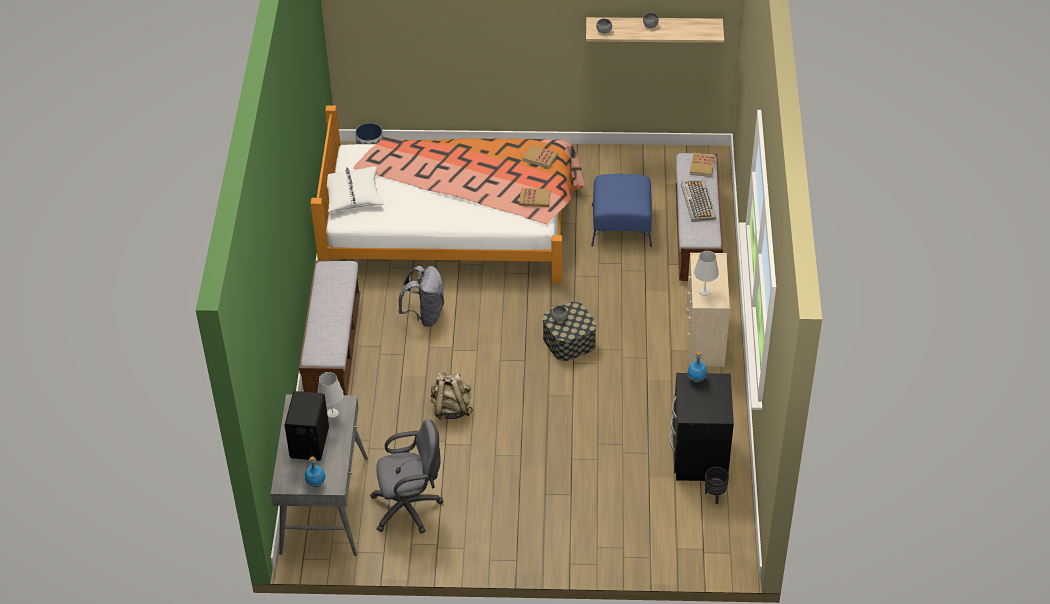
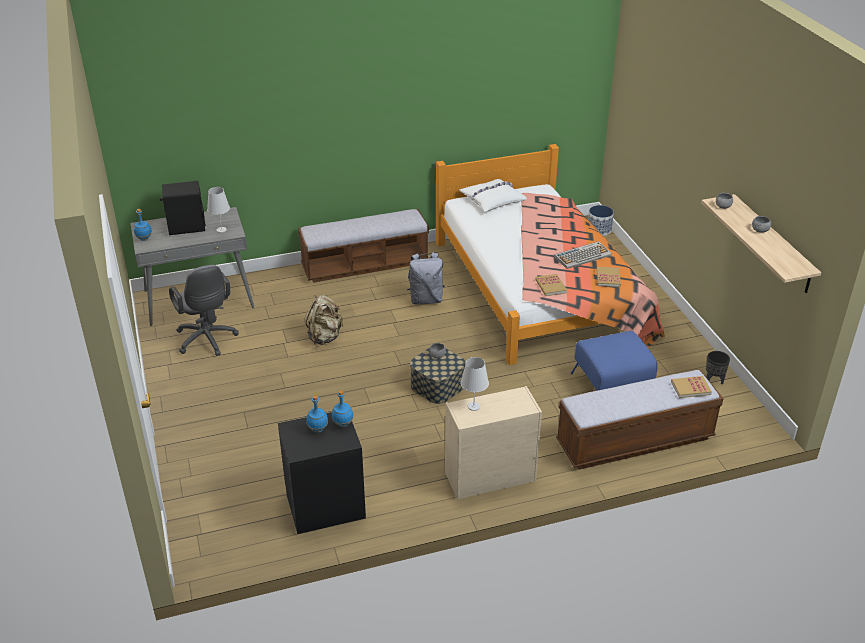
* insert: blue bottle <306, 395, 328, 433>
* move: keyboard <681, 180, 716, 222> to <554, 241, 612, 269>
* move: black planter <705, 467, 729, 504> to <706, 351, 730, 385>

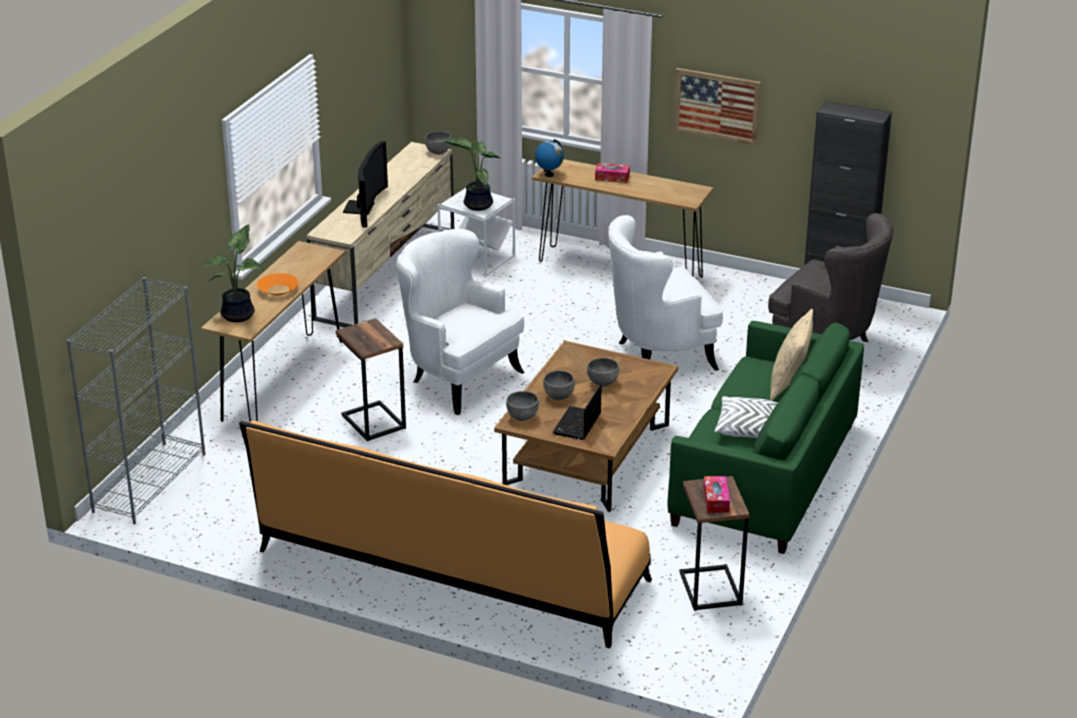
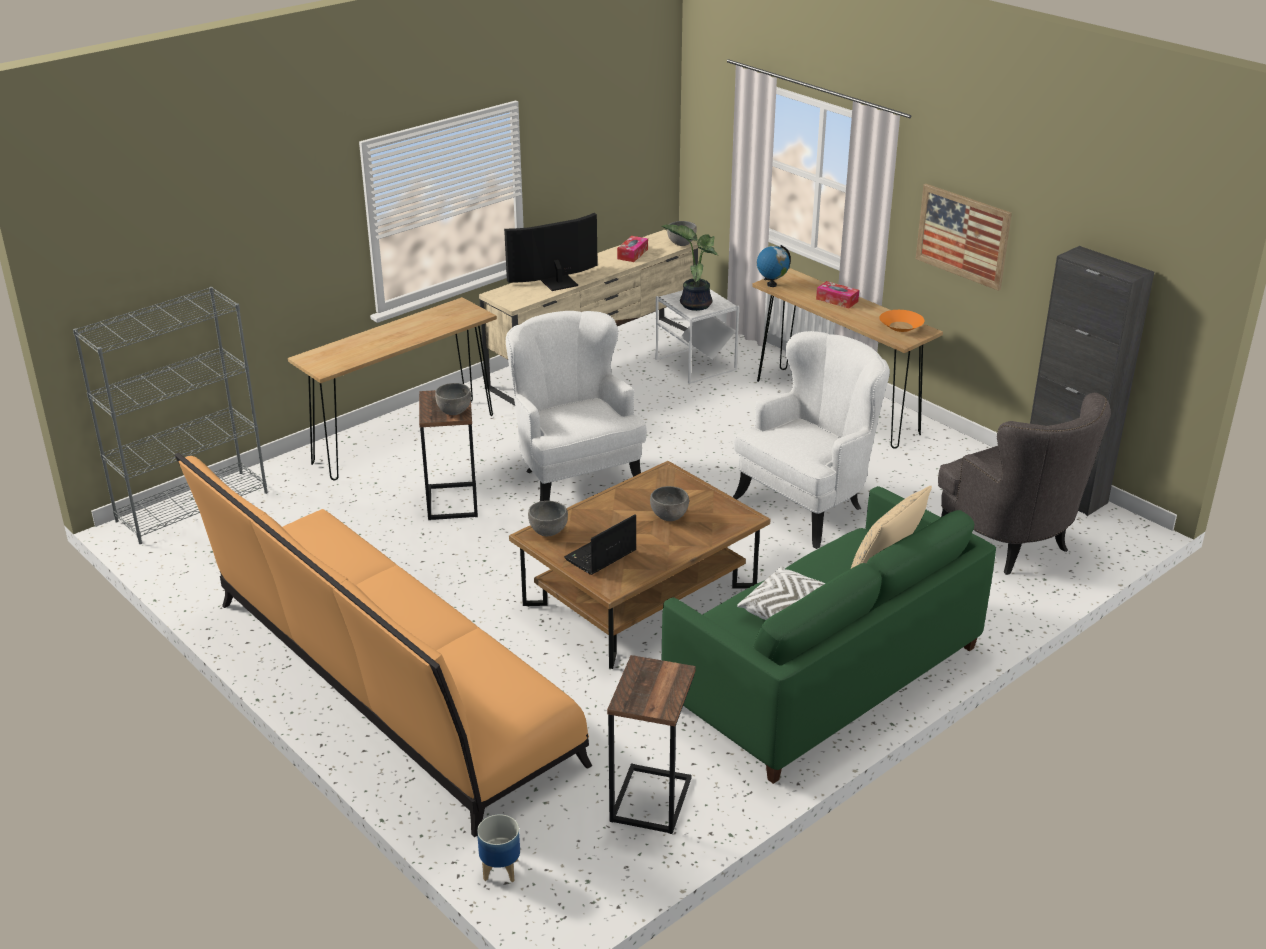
* delete: potted plant <205, 224, 264, 322>
* insert: planter <477, 814, 520, 882>
* move: orange bowl <257, 273, 299, 296> to <879, 310, 924, 332>
* move: grey bowl <543, 370, 575, 400> to <435, 383, 471, 415>
* move: tissue box <704, 476, 730, 513> to <617, 236, 648, 262>
* rotate: television <343, 141, 388, 227> = <504, 213, 598, 291> 150 degrees counterclockwise
* rotate: white armchair <608, 215, 723, 371> = <733, 331, 890, 549> 135 degrees clockwise

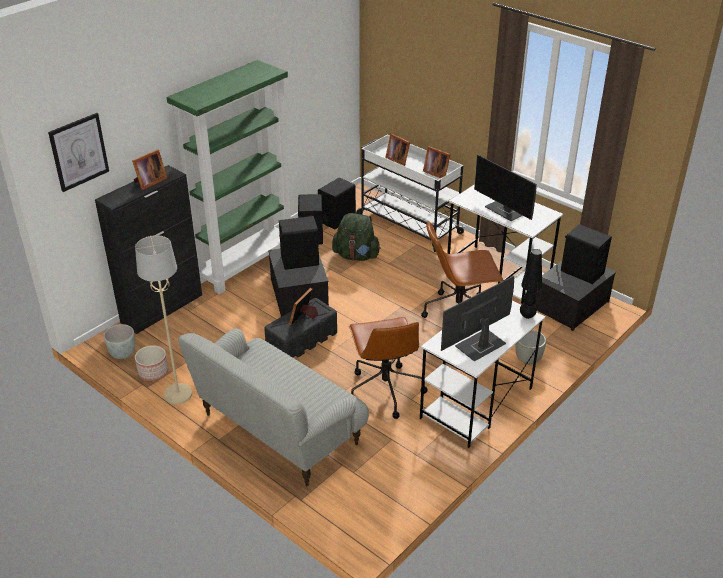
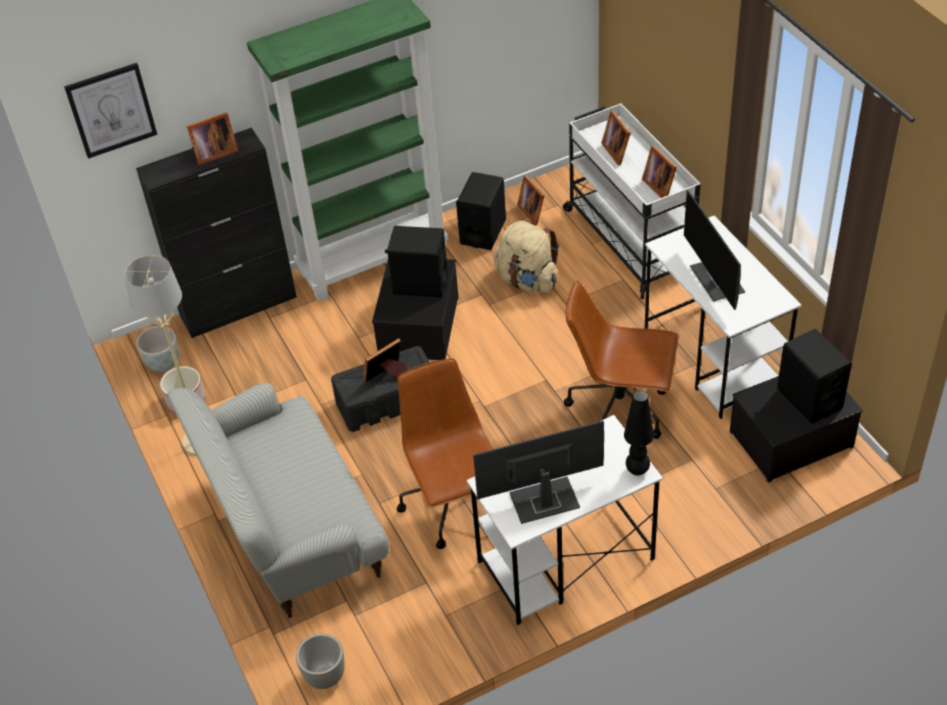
* move: grey planter <516, 330, 546, 364> to <296, 634, 345, 689>
* replace: black speaker <318, 177, 356, 229> to picture frame <517, 175, 545, 225>
* recolor: green backpack <332, 213, 381, 261> to beige backpack <494, 221, 559, 293>
* rotate: brown office chair <349, 317, 428, 419> = <397, 358, 493, 549> 150 degrees clockwise

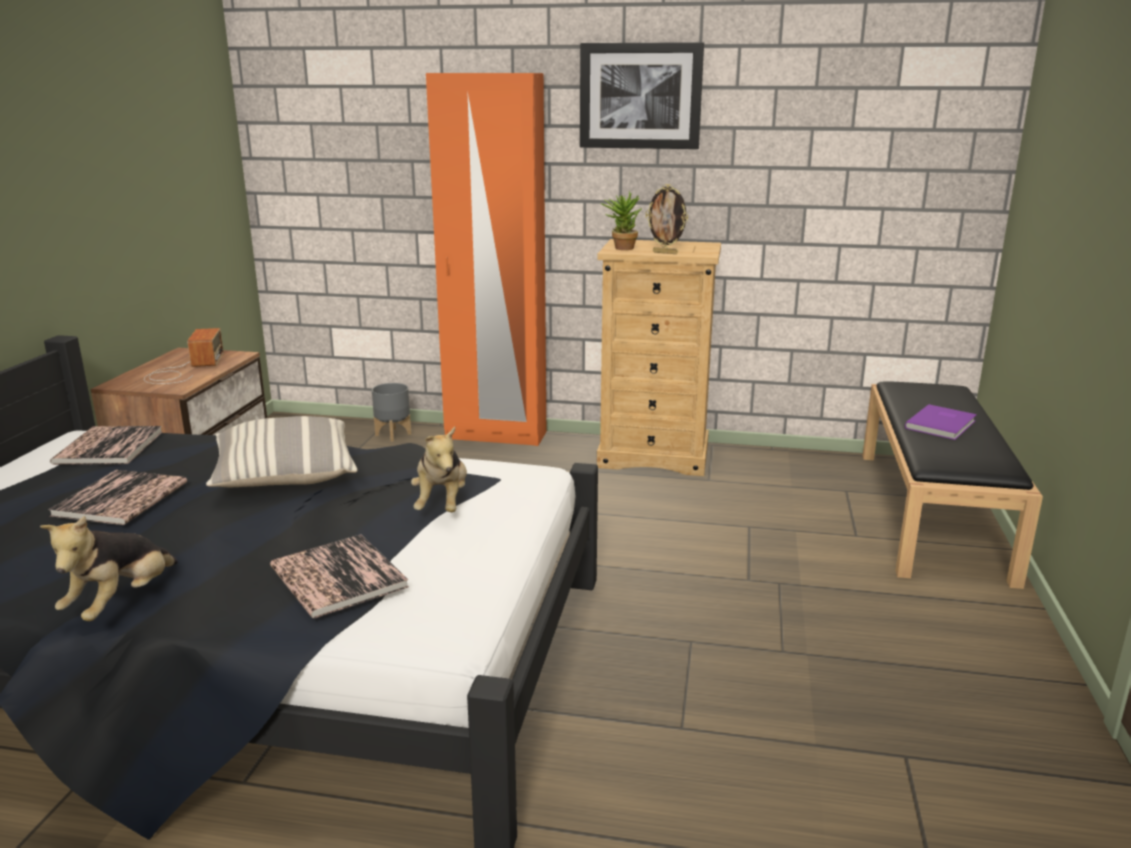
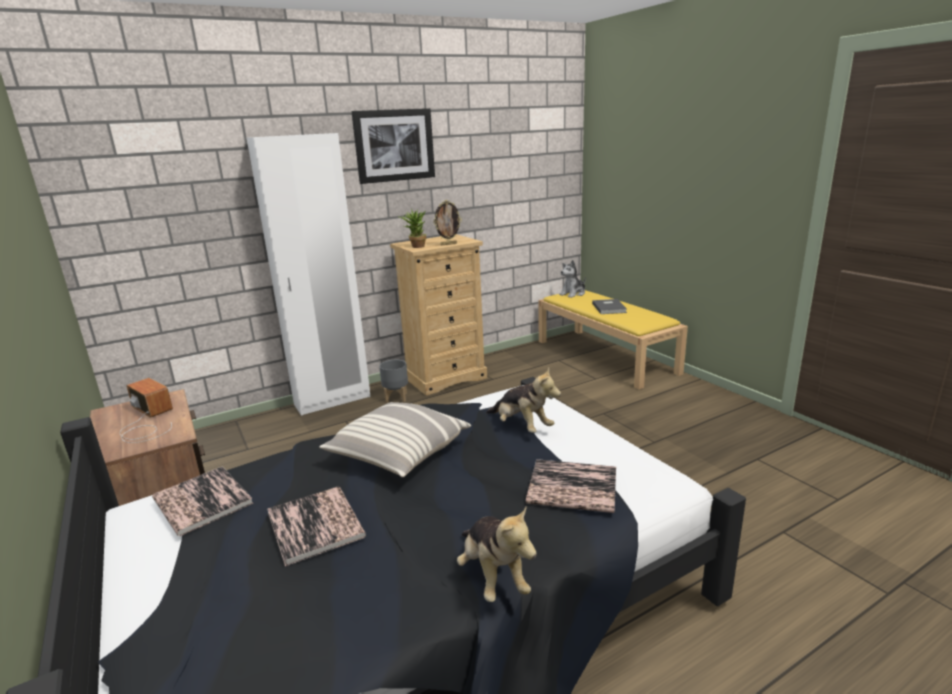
* insert: plush toy <559, 260, 586, 298>
* move: grey planter <372, 383, 411, 442> to <379, 360, 408, 403>
* recolor: orange wardrobe <426, 73, 546, 446> to white wardrobe <247, 133, 370, 416>
* recolor: black bench <863, 381, 1043, 589> to yellow bench <538, 290, 688, 389>
* recolor: purple book <905, 404, 977, 440> to grey book <592, 299, 627, 314>

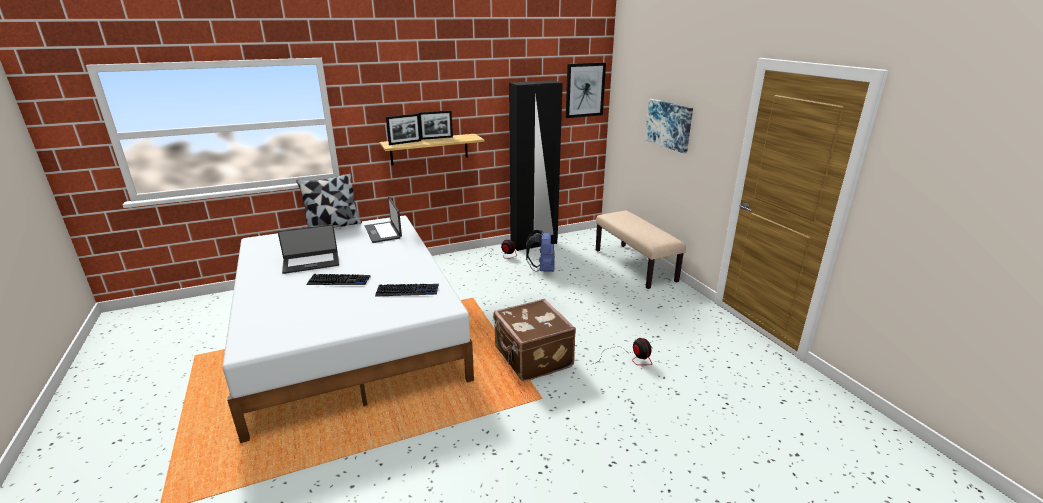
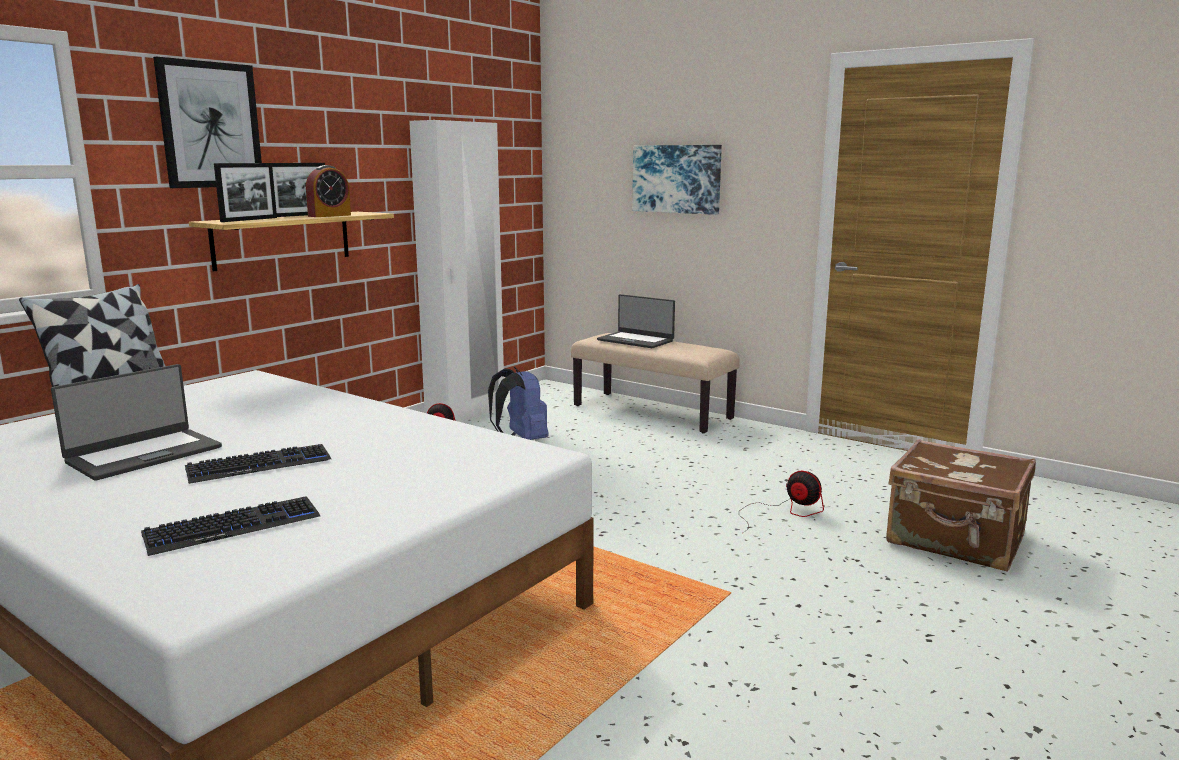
* insert: alarm clock <306, 165, 351, 217>
* move: laptop <365, 197, 402, 243> to <597, 294, 675, 348>
* move: keyboard <375, 284, 439, 297> to <141, 496, 320, 556>
* move: brown suitcase <493, 299, 576, 382> to <886, 439, 1036, 572>
* move: picture <566, 62, 606, 118> to <153, 57, 262, 188>
* recolor: black wardrobe <509, 80, 563, 251> to white wardrobe <409, 120, 504, 422>

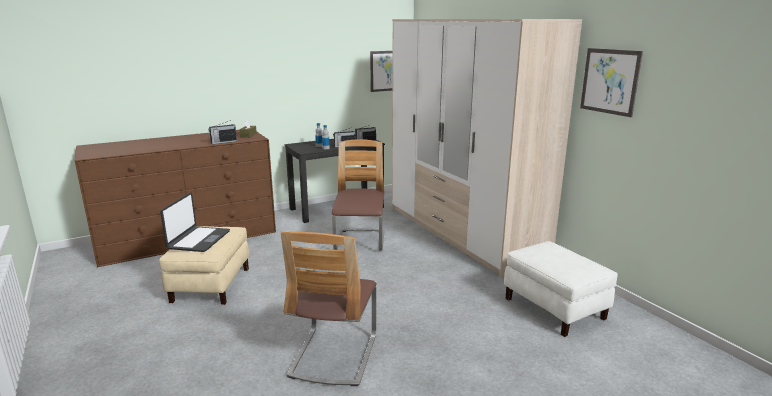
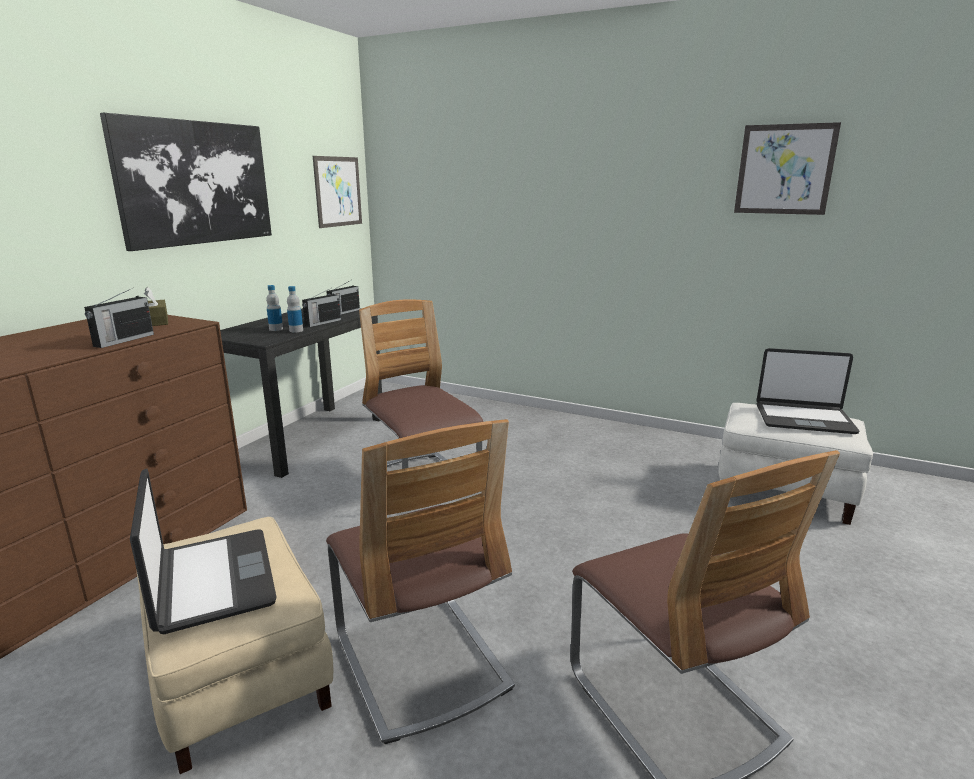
* delete: wardrobe <392, 19, 582, 278>
* insert: picture <100, 113, 272, 251>
* insert: chair <326, 419, 515, 744>
* insert: laptop <756, 348, 860, 434>

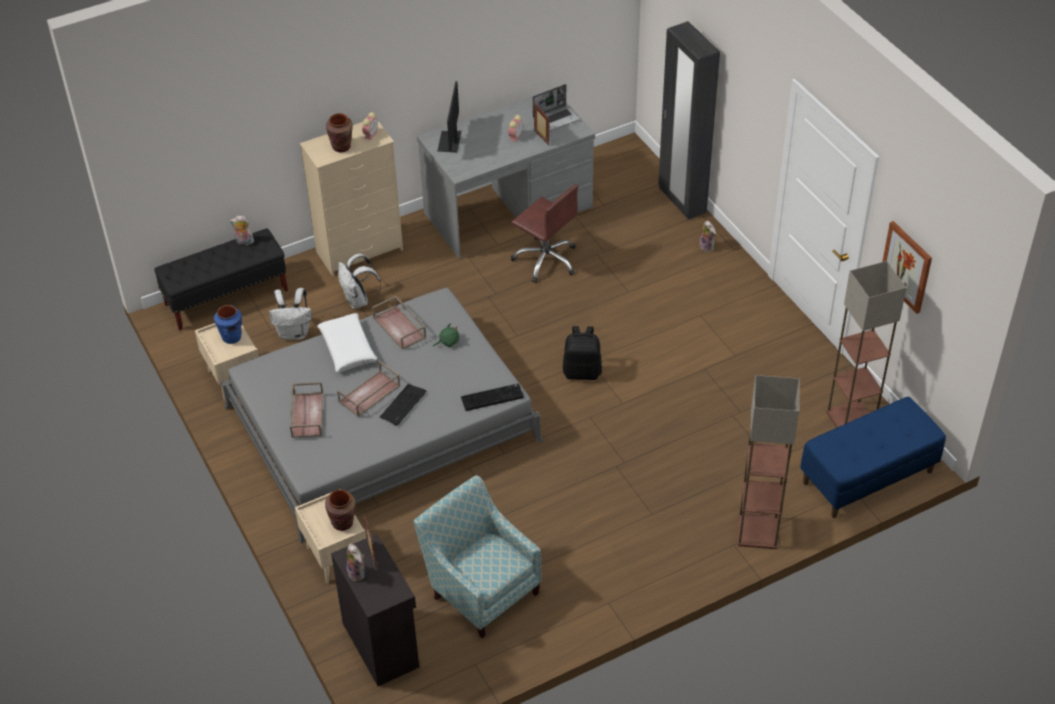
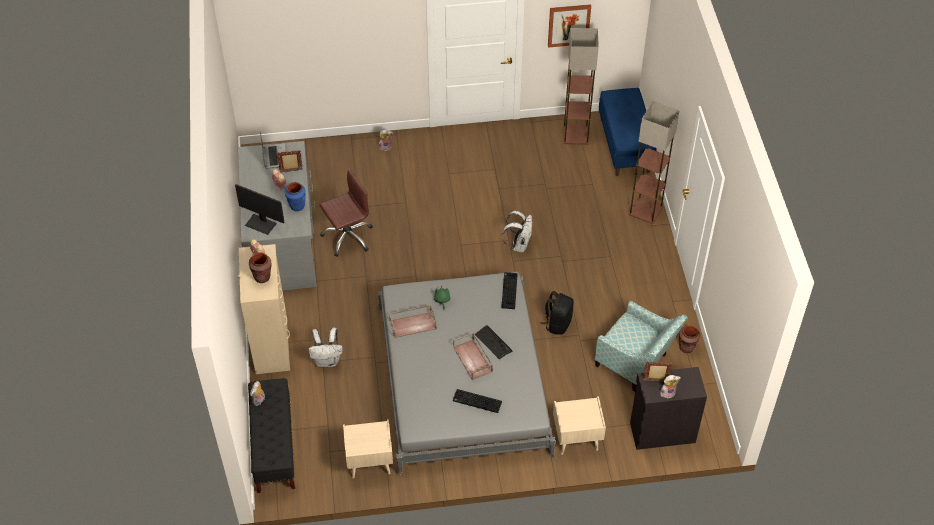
* delete: white pillow <317, 313, 377, 372>
* delete: black wardrobe <658, 21, 720, 219>
* move: blue vase <214, 305, 242, 344> to <285, 182, 306, 211>
* move: white backpack <269, 288, 312, 340> to <501, 211, 532, 253>
* move: brown vase <325, 489, 356, 531> to <679, 325, 700, 353>
* move: black backpack <563, 326, 602, 380> to <540, 291, 574, 335>
* replace: brown tray <290, 382, 323, 438> to keyboard <453, 389, 502, 413>
* rotate: armchair <413, 475, 542, 638> = <595, 301, 688, 392> 120 degrees counterclockwise

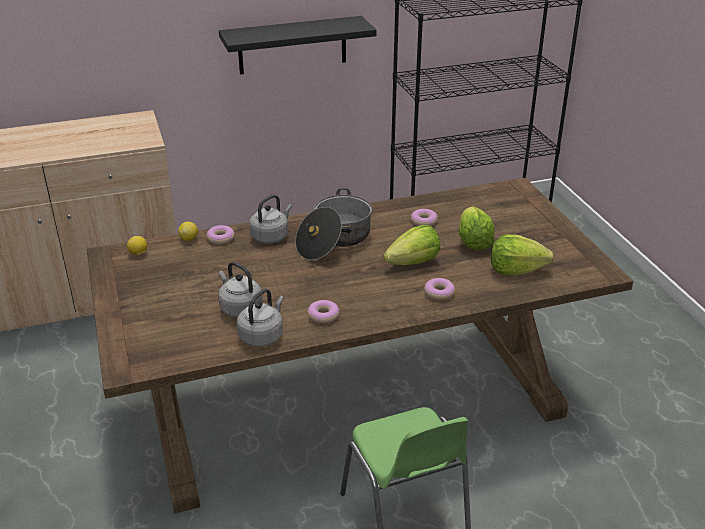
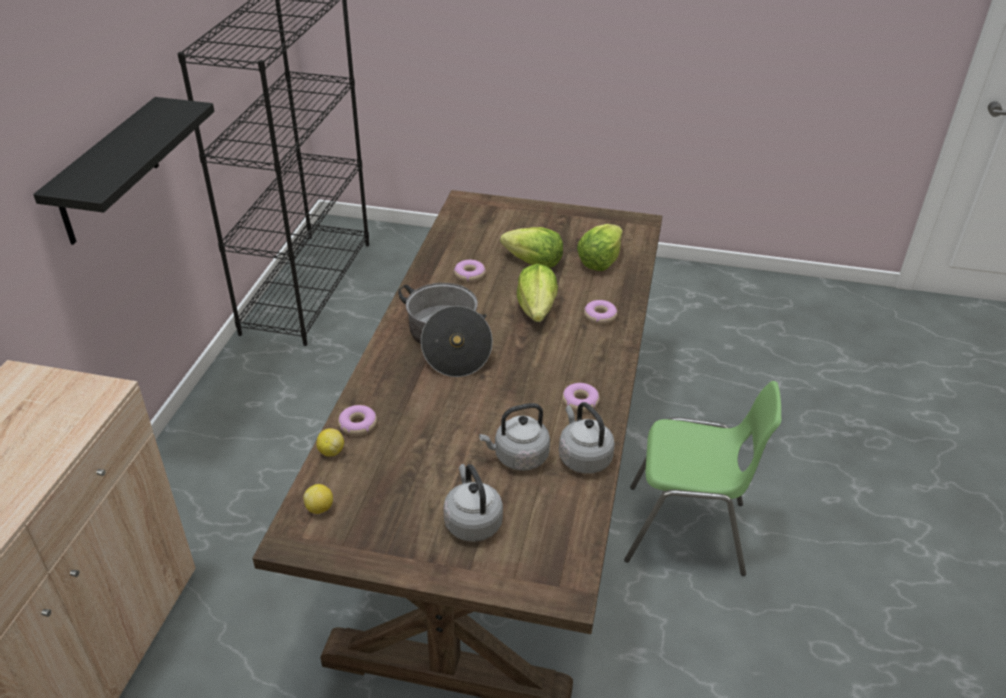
* move: grey kettle <250, 194, 292, 244> to <443, 464, 503, 542>

